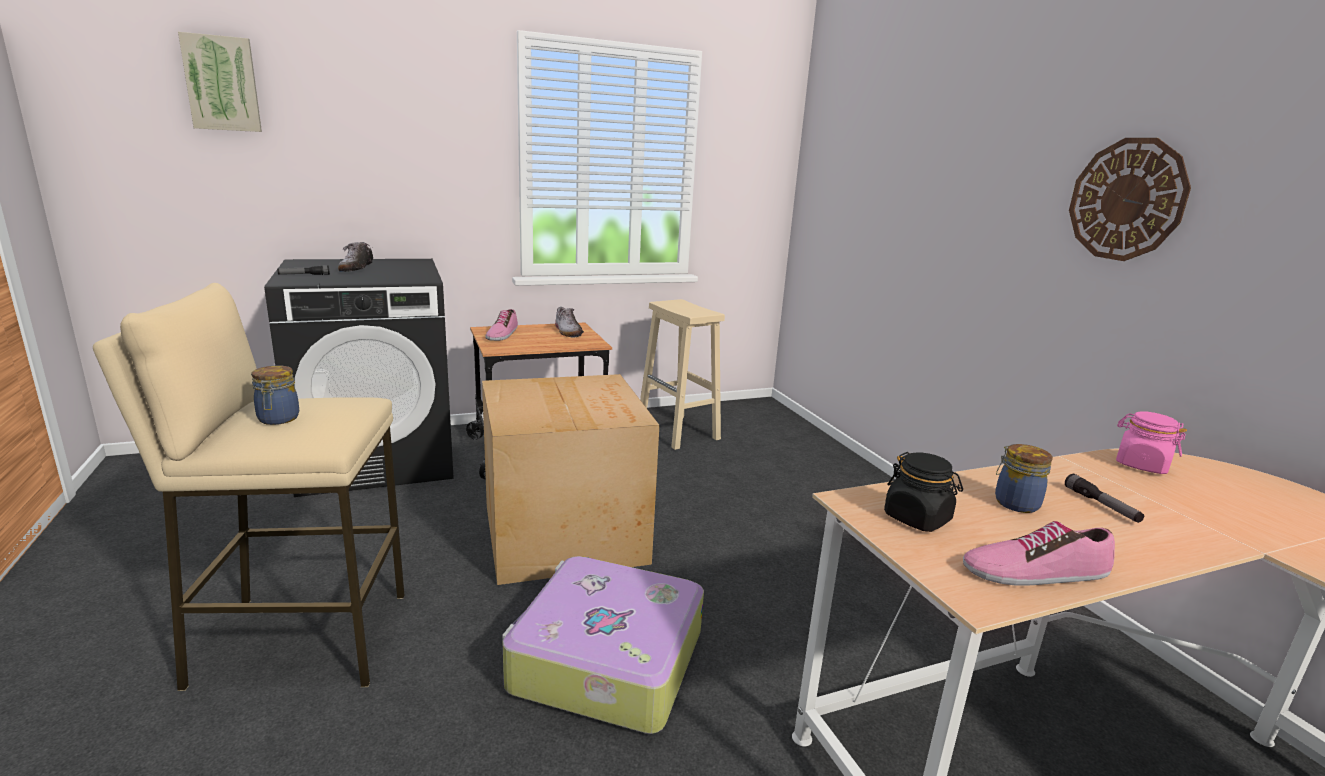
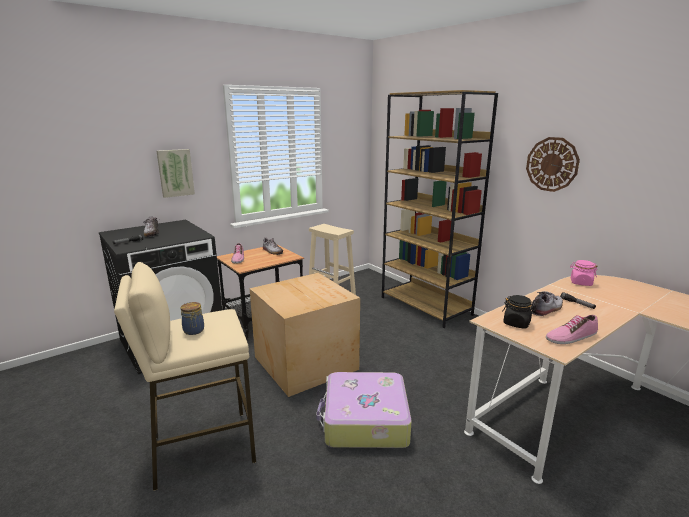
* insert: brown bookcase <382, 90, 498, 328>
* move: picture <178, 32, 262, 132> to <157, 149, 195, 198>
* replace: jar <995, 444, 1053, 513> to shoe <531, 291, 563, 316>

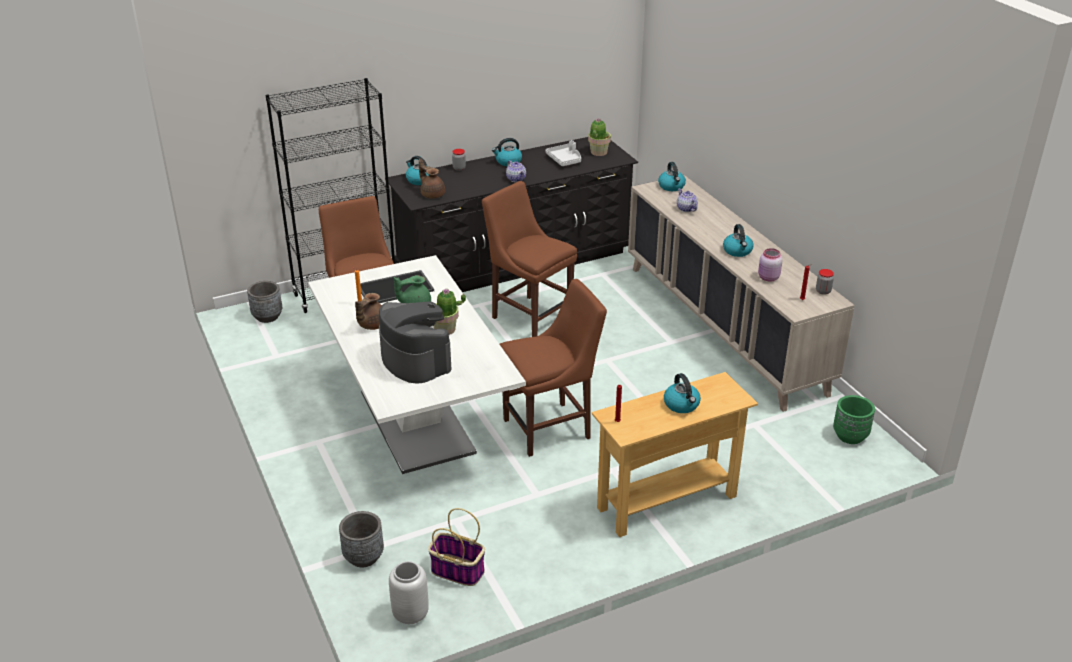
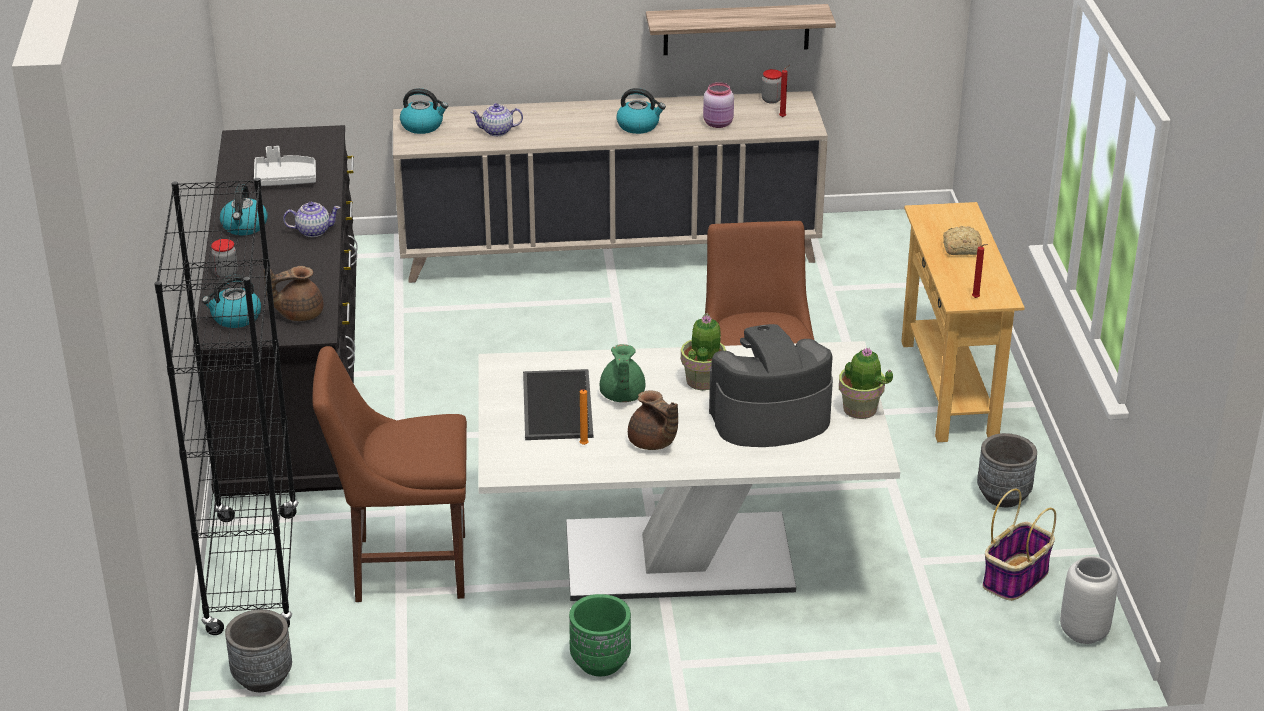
* delete: brown chair <482, 181, 577, 337>
* insert: shelf <646, 4, 836, 55>
* move: grey planter <339, 511, 384, 567> to <977, 433, 1037, 507>
* move: potted plant <588, 118, 611, 156> to <839, 347, 893, 419>
* move: green planter <833, 395, 875, 444> to <569, 594, 631, 676>
* replace: kettle <664, 373, 701, 413> to bread <943, 226, 982, 255>

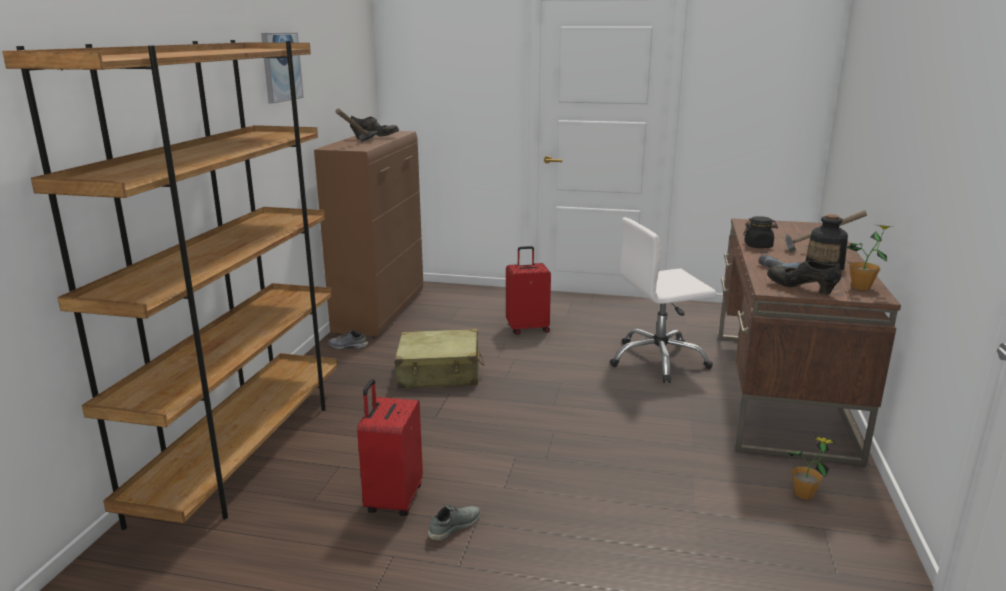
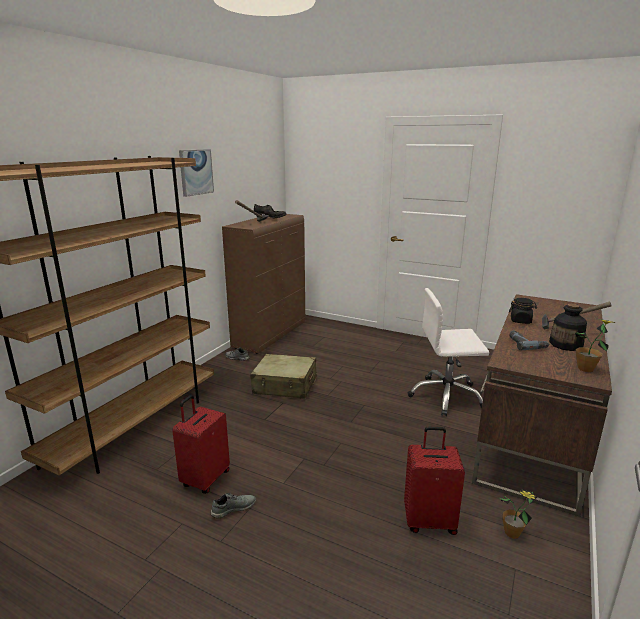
* delete: black shoe <767, 261, 841, 295>
* move: red suitcase <506, 246, 551, 335> to <404, 426, 465, 535>

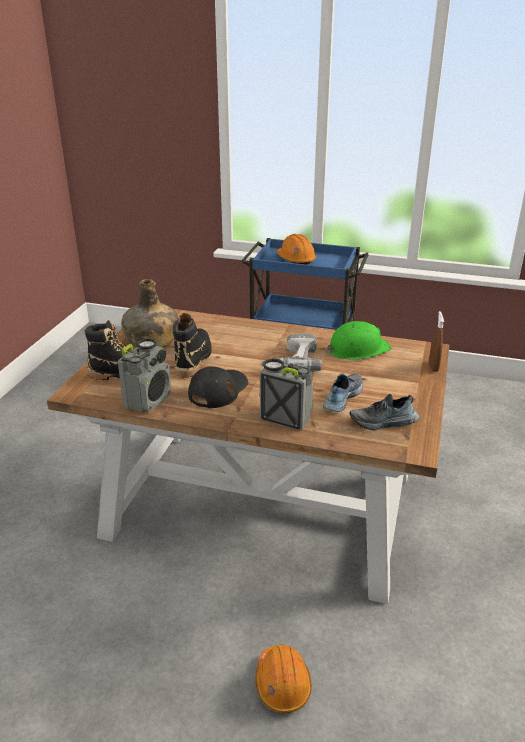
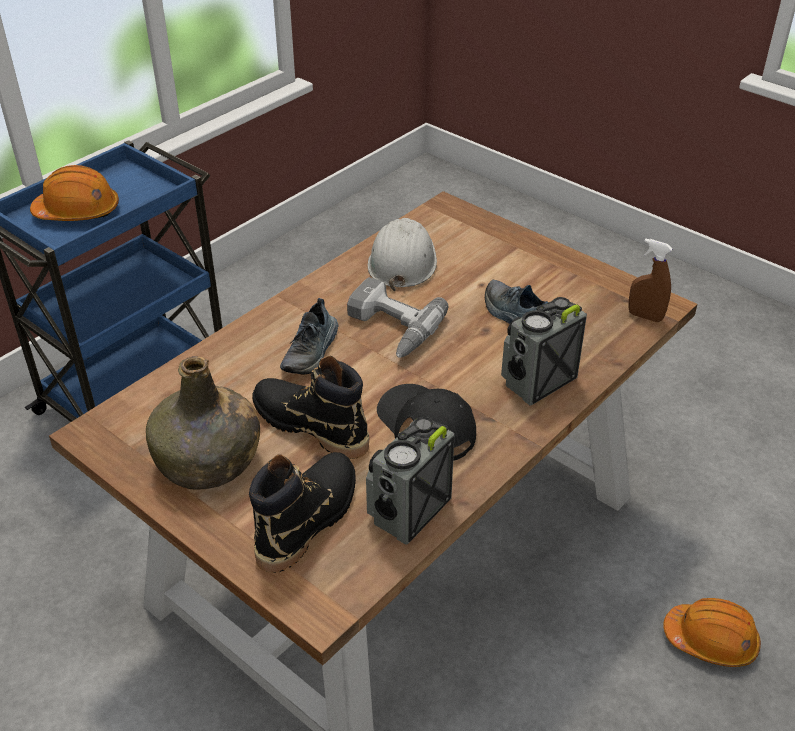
* move: shoe <349, 394, 419, 430> to <280, 298, 338, 375>
* move: brown spray bottle <429, 311, 444, 372> to <628, 238, 673, 322>
* recolor: green hard hat <326, 321, 392, 360> to white hard hat <368, 218, 437, 291>
* rotate: radio <118, 338, 171, 413> = <366, 417, 455, 545> 105 degrees counterclockwise

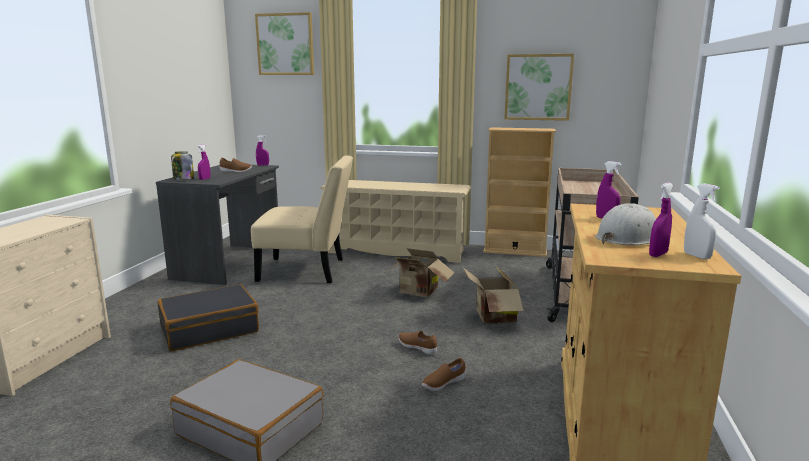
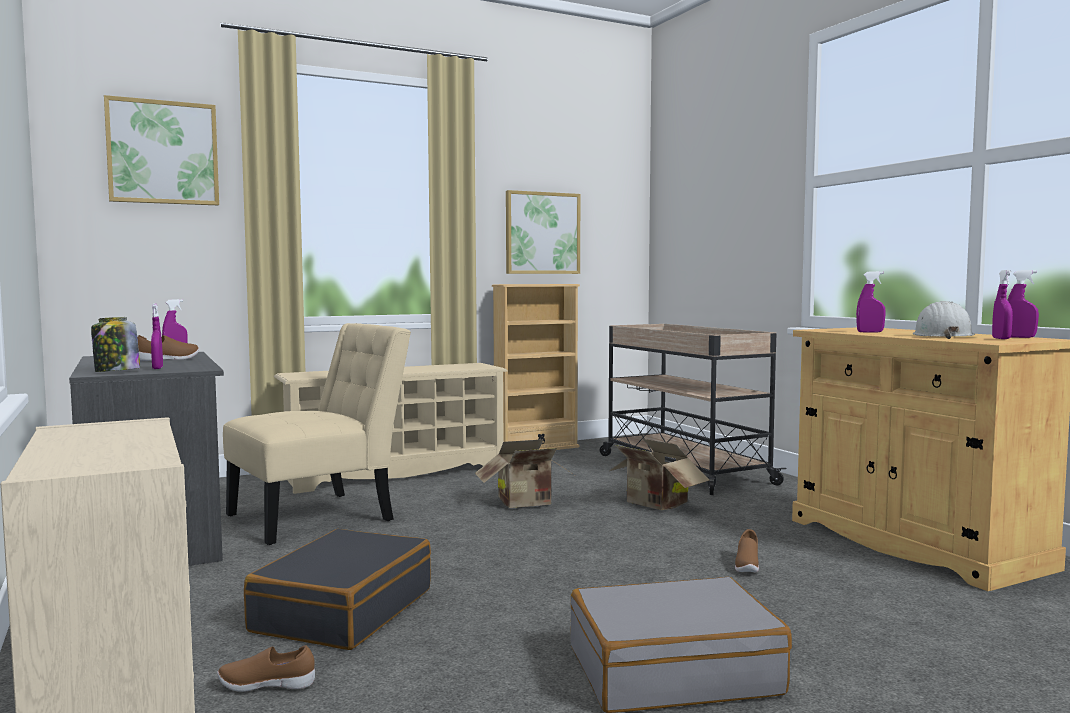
* move: brown shoe <398, 331, 437, 355> to <217, 645, 315, 692>
* recolor: white spray bottle <684, 183, 720, 259> to purple spray bottle <1007, 270, 1039, 338>

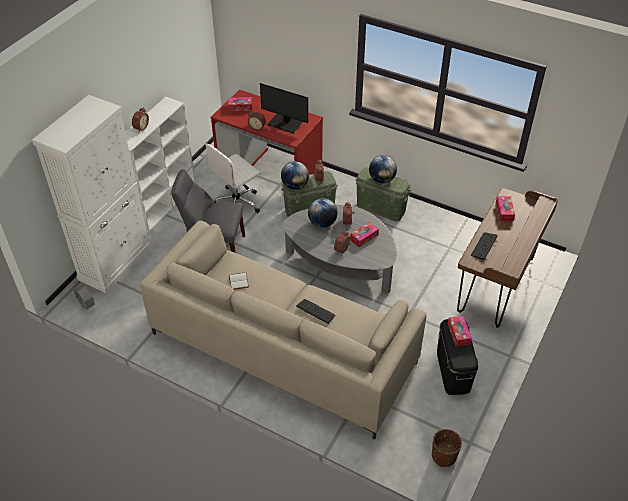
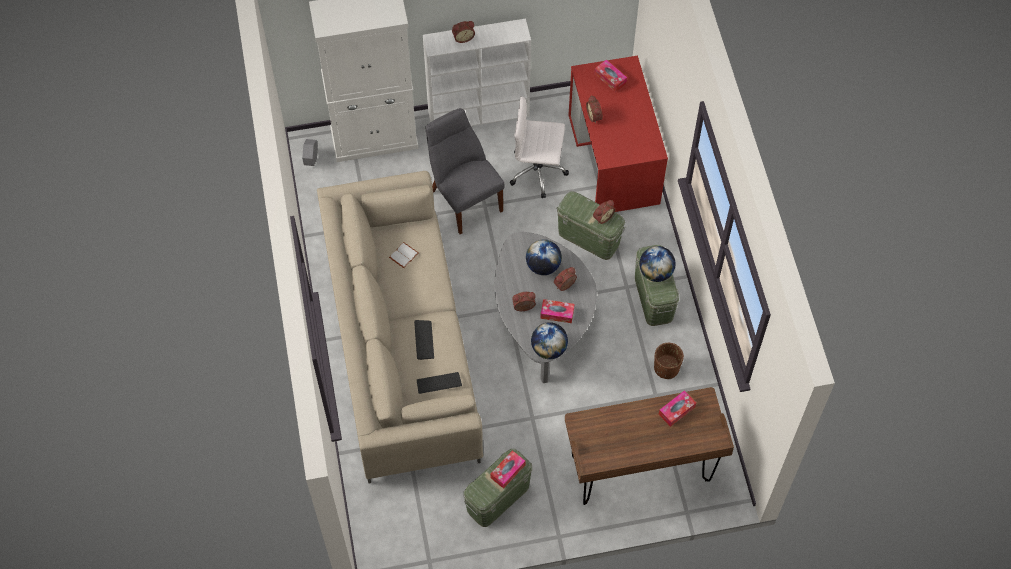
* delete: monitor <260, 83, 308, 133>
* move: globe <281, 161, 309, 190> to <531, 322, 568, 359>
* move: brown planter <432, 429, 462, 467> to <654, 343, 684, 379>
* move: keyboard <471, 233, 498, 260> to <417, 372, 462, 394>
* recolor: black storage box <437, 319, 478, 395> to green storage box <463, 449, 532, 527>

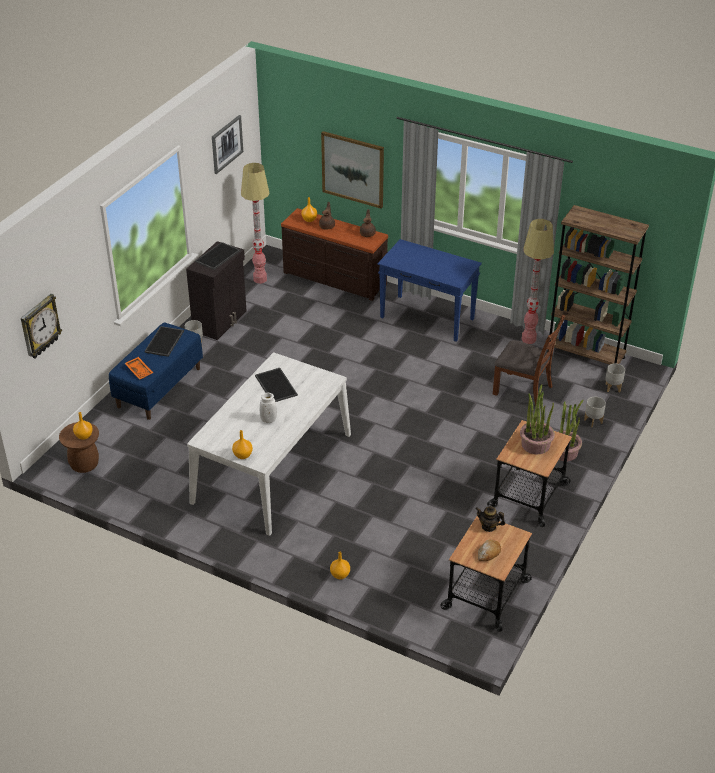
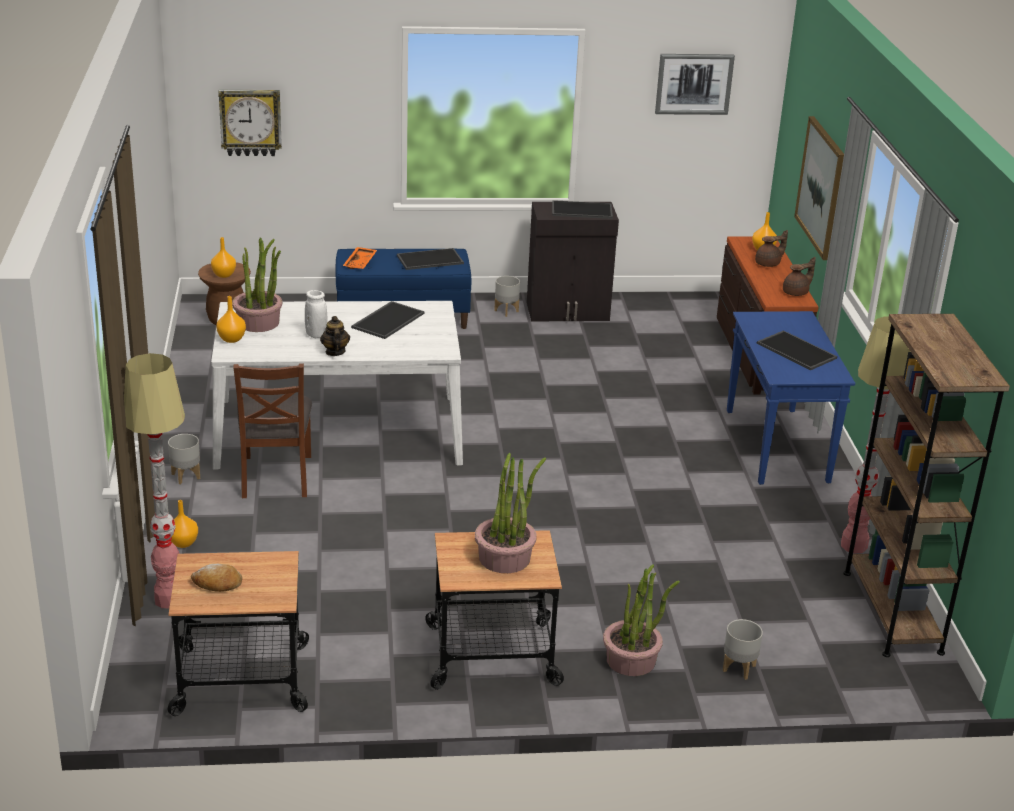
* insert: potted plant <232, 237, 282, 332>
* insert: tray <757, 330, 837, 370>
* move: floor lamp <241, 163, 269, 284> to <124, 353, 185, 609>
* move: teapot <476, 506, 505, 532> to <320, 316, 350, 356>
* move: brown chair <493, 315, 565, 406> to <233, 363, 312, 498>
* move: grey planter <605, 364, 625, 393> to <168, 434, 200, 484>

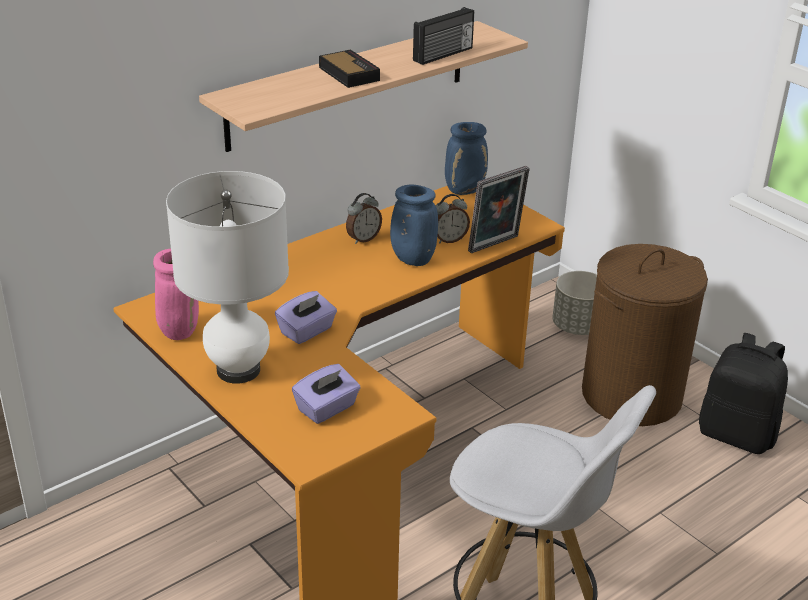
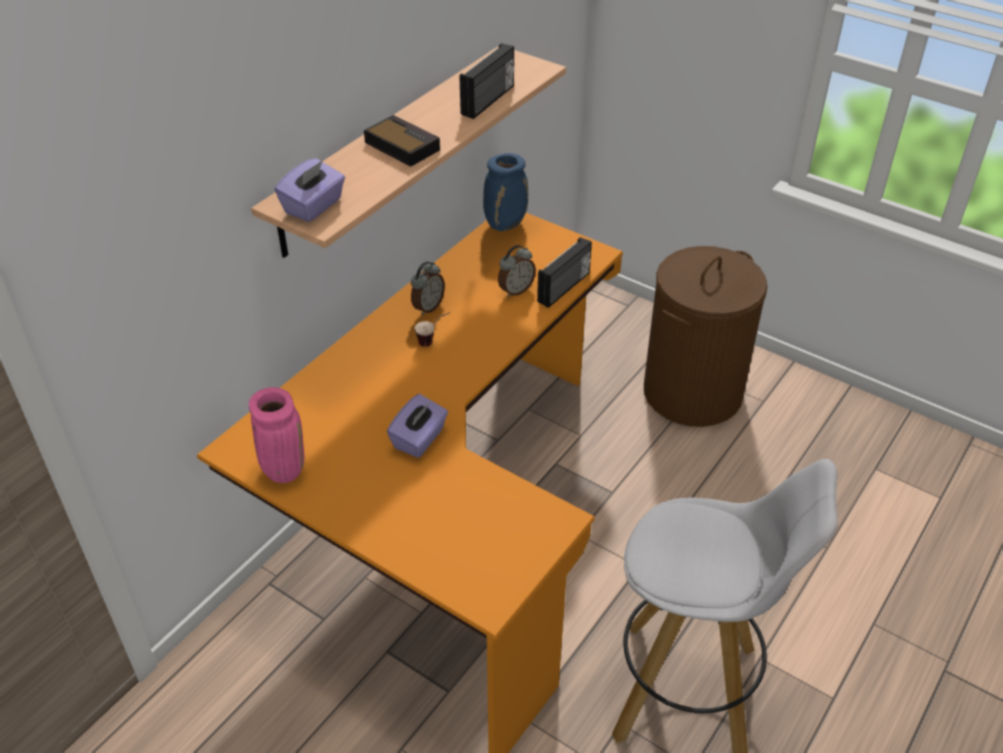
* delete: white table lamp <166, 171, 289, 384>
* delete: blue vase <390, 184, 438, 266>
* delete: grey planter <552, 271, 597, 335>
* delete: black backpack <699, 333, 788, 454>
* insert: cup <415, 312, 450, 347>
* move: purple tissue box <292, 364, 361, 424> to <275, 158, 345, 222>
* replace: picture frame <468, 166, 530, 253> to radio <537, 237, 592, 308>

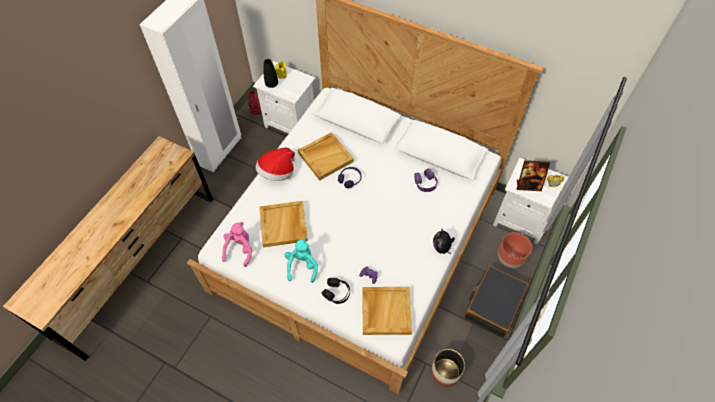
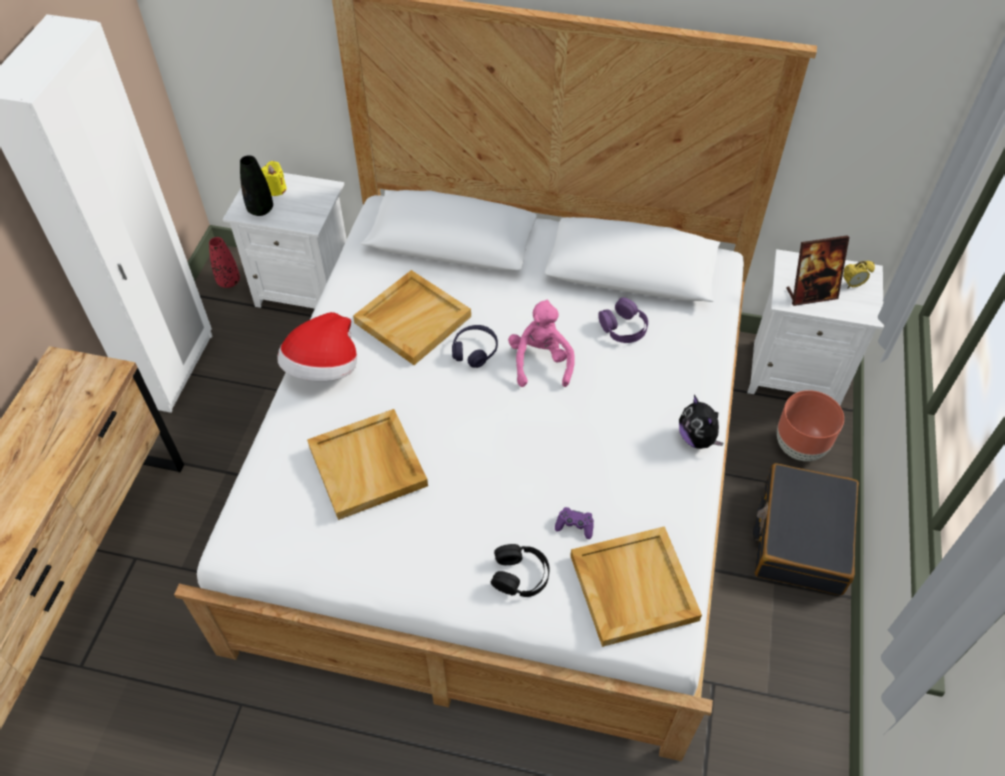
* delete: turquoise plush toy <285, 238, 318, 283>
* delete: planter <431, 349, 465, 387>
* move: pink plush toy <222, 222, 252, 267> to <508, 300, 575, 387>

